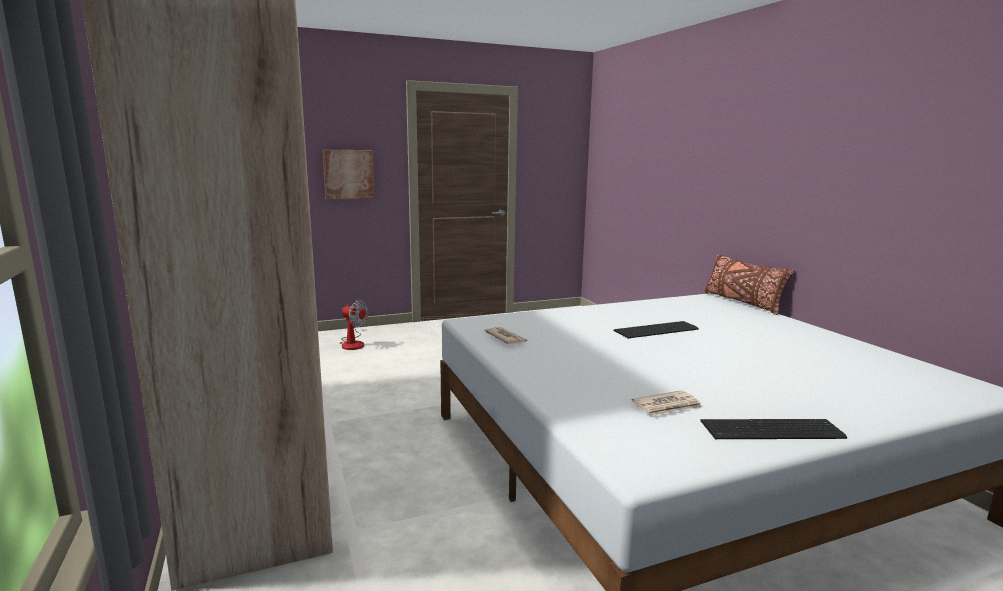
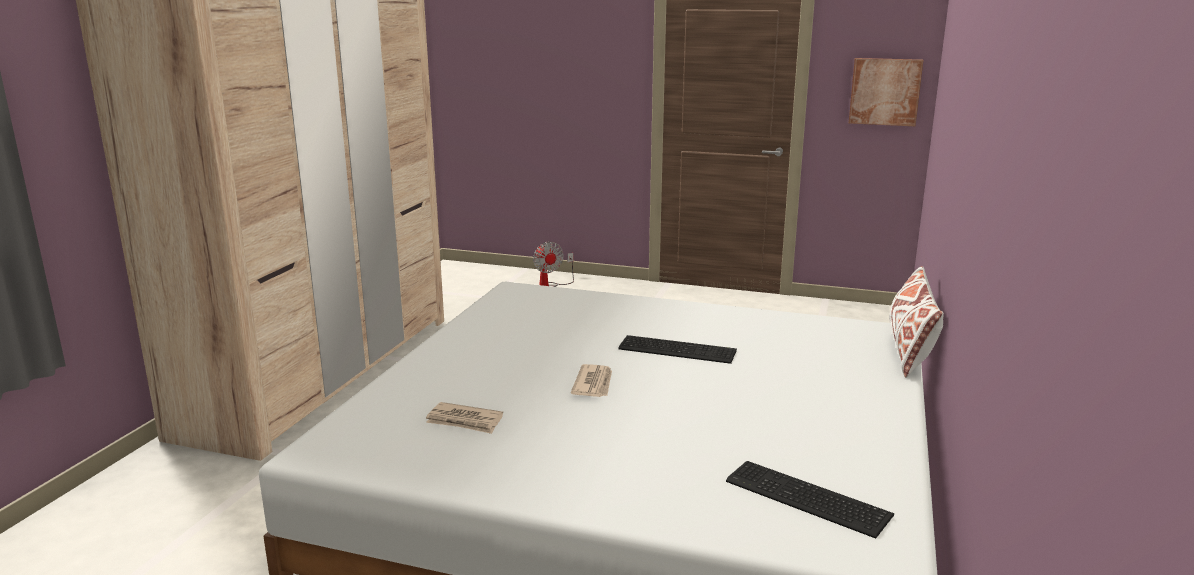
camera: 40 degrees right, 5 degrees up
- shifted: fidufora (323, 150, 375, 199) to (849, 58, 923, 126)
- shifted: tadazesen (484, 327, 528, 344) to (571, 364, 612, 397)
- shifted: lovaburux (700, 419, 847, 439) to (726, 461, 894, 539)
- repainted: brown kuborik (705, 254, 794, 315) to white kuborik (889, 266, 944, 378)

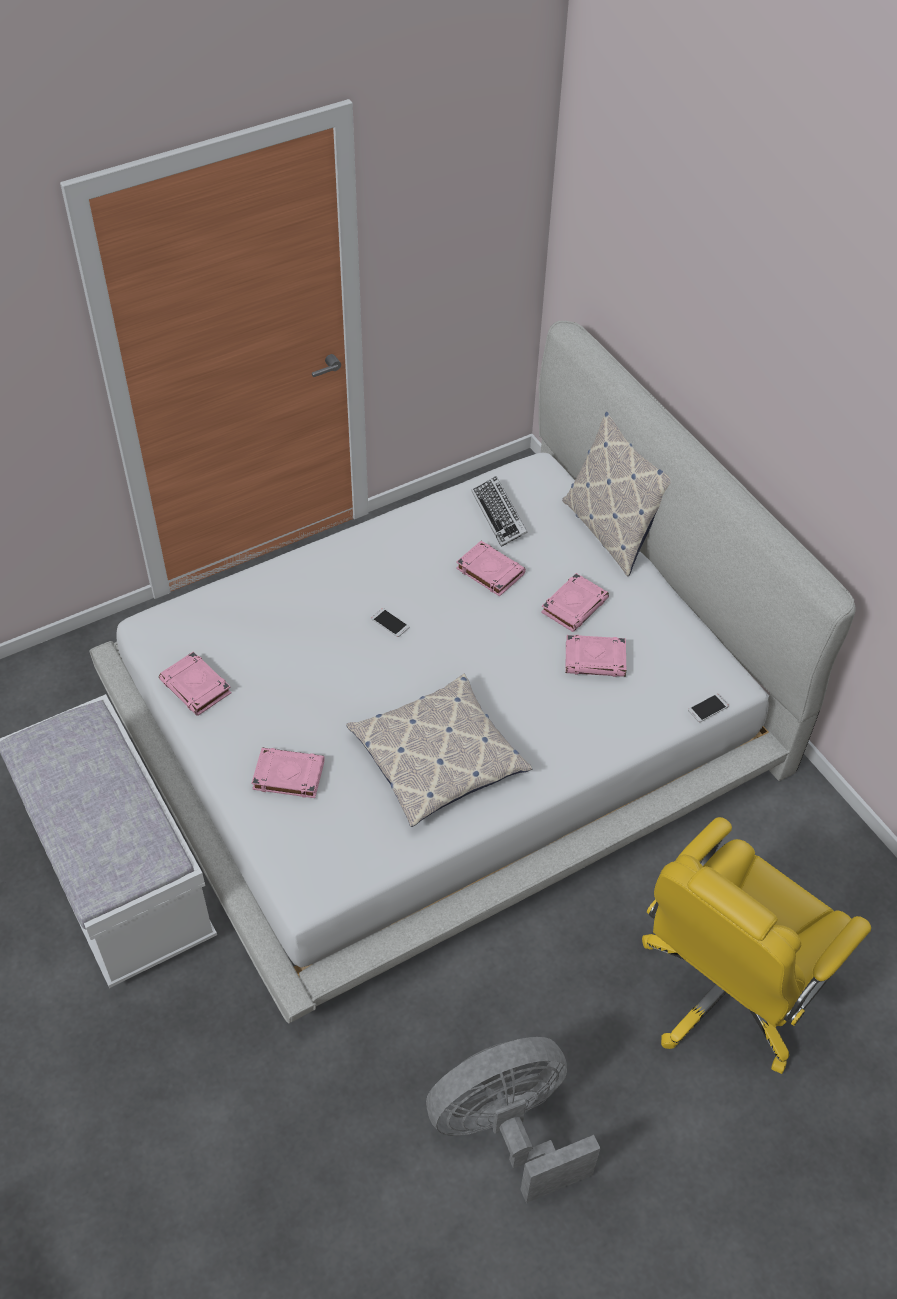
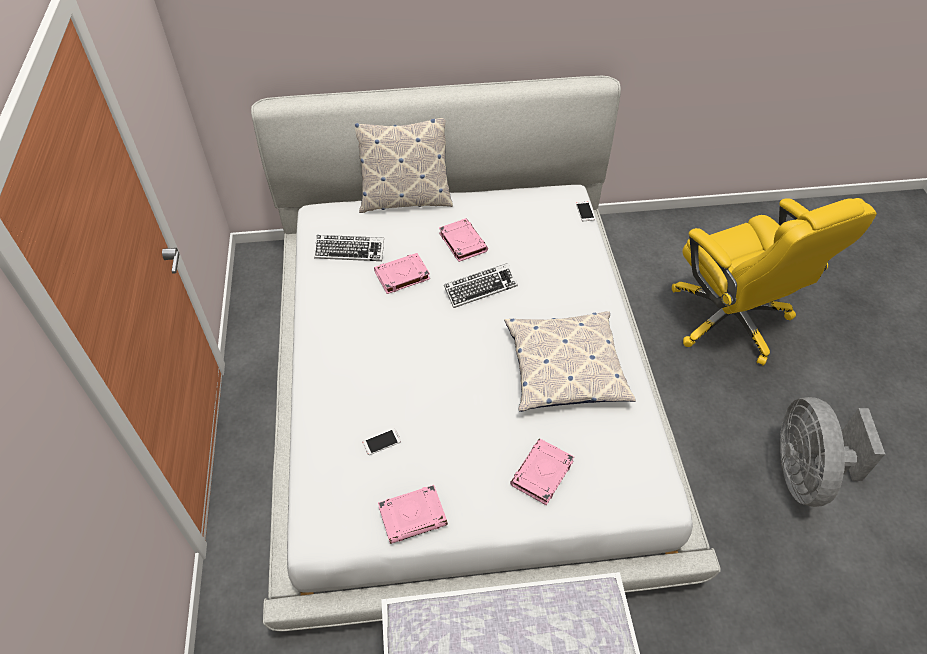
camera: 65 degrees left, 0 degrees up
- shifted: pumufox (371, 608, 409, 637) to (363, 429, 401, 455)
- gone: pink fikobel (565, 635, 626, 677)
- new: lovaburux (444, 263, 518, 308)

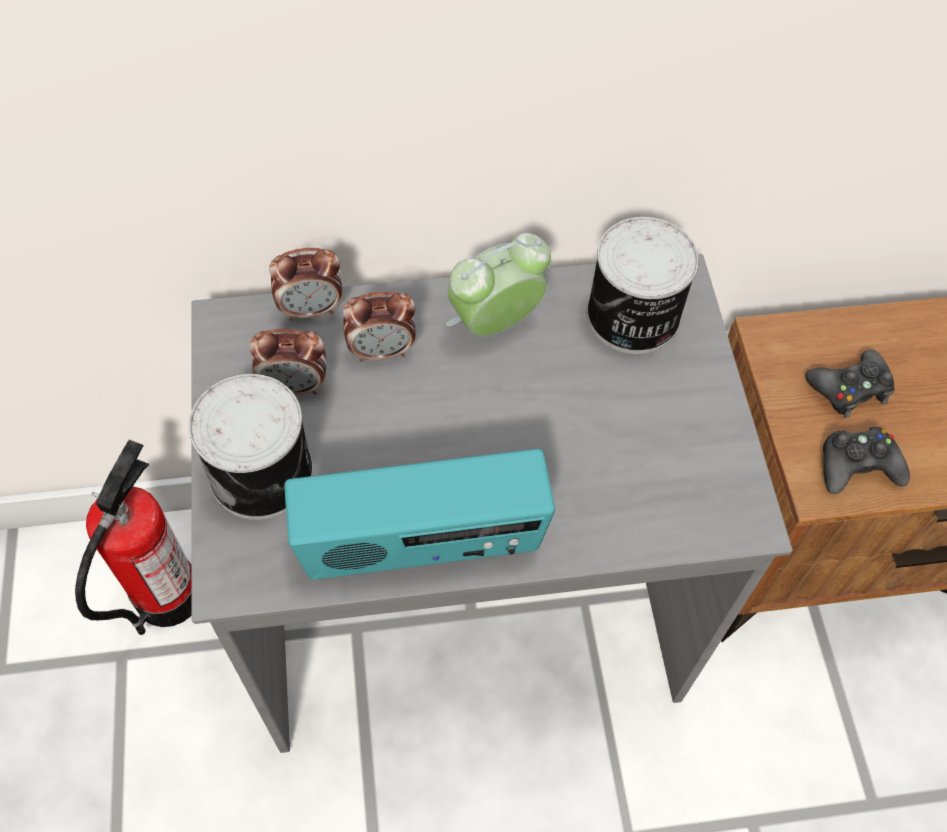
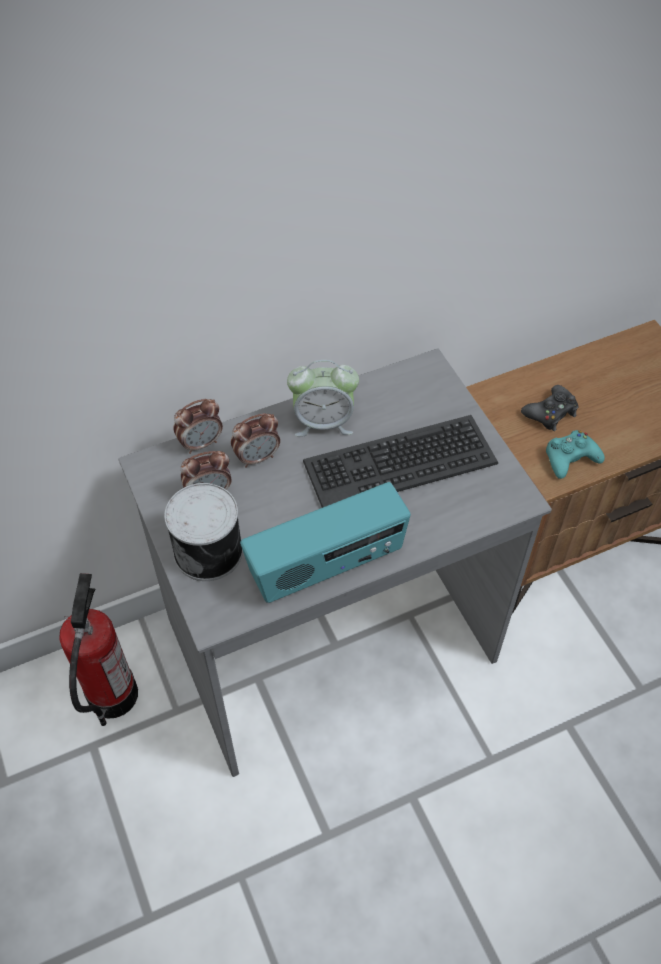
camera: 15 degrees left, 5 degrees down
- rotated: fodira (446, 233, 551, 336) = (287, 360, 359, 436) 135 degrees counterclockwise
- gone: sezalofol (586, 217, 699, 354)
- repainted: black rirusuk (823, 427, 910, 494) to turquoise rirusuk (546, 430, 605, 479)
- new: lovaburux (303, 415, 498, 508)

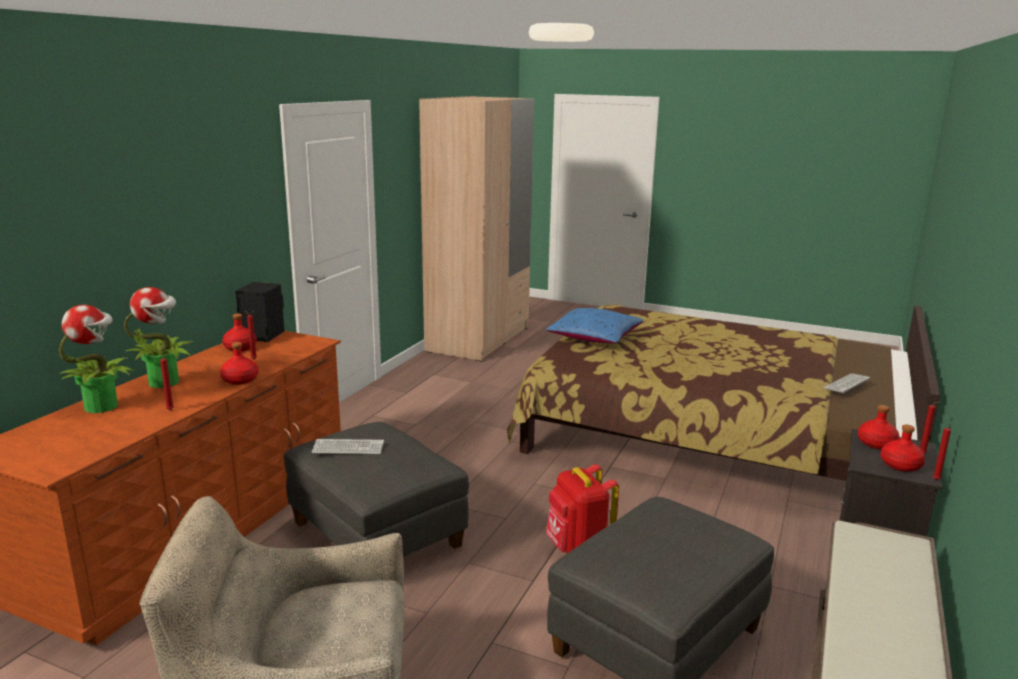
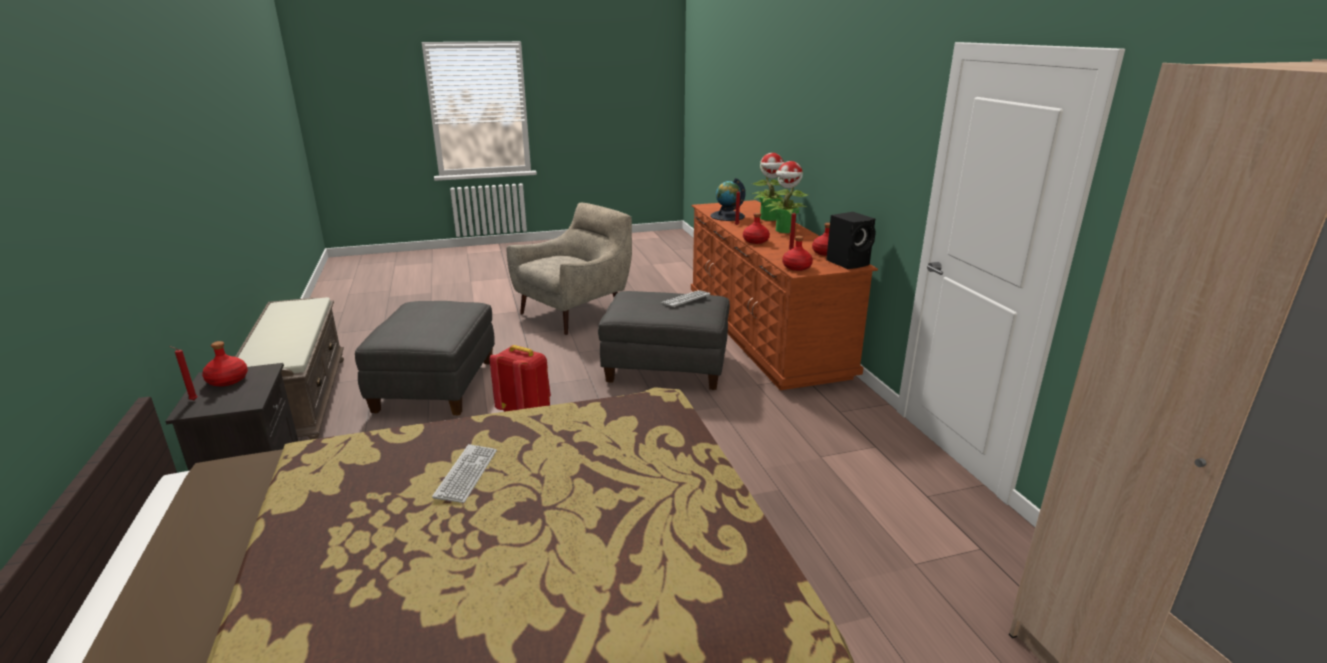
camera: 140 degrees right, 5 degrees up
- gone: blue kuborik (546, 308, 644, 344)
- shifted: lovaburux (823, 373, 870, 393) to (432, 444, 497, 503)
- shifted: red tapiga (858, 405, 900, 449) to (782, 236, 813, 271)
- gone: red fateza (933, 426, 952, 480)
- new: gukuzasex (711, 178, 746, 221)

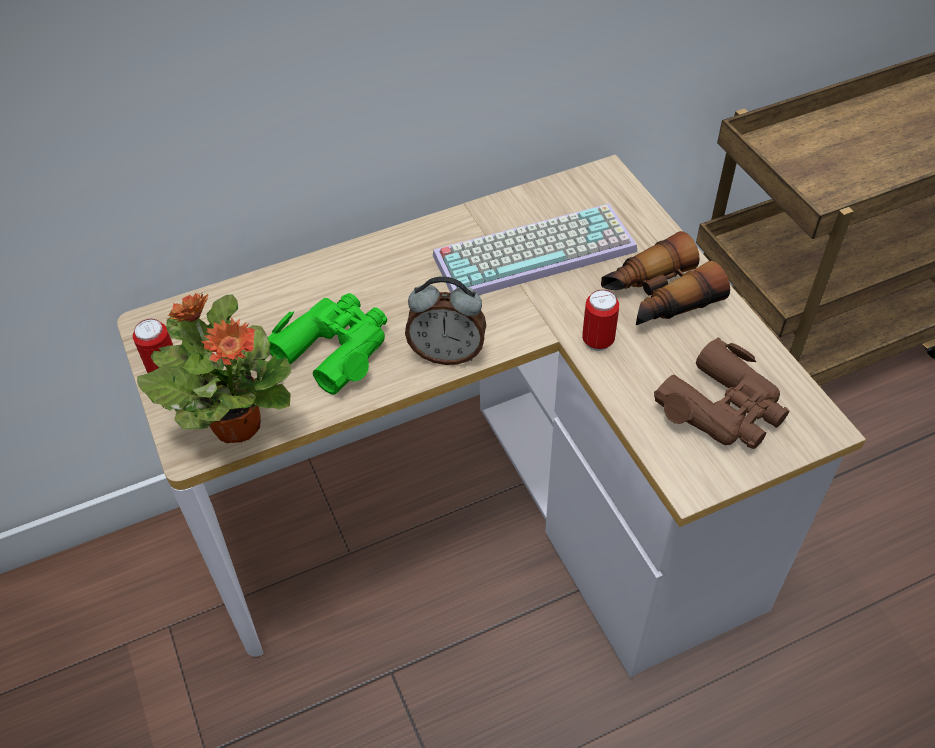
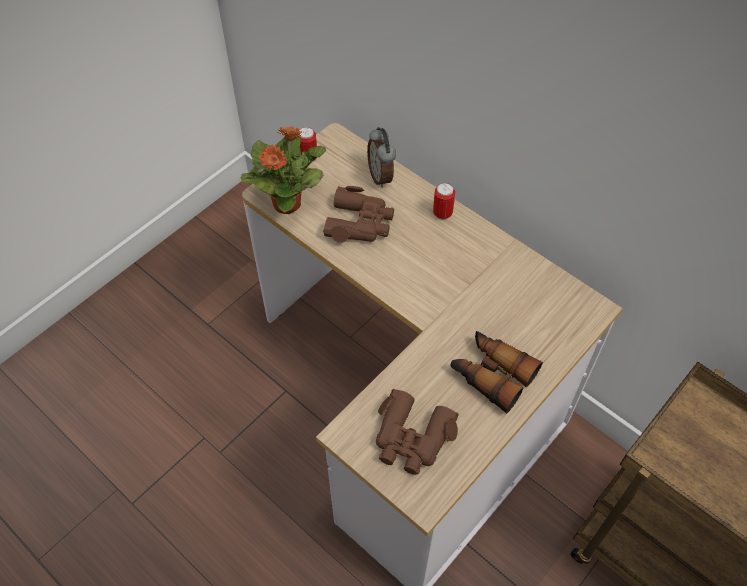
camera: 65 degrees right, 5 degrees up
- repainted: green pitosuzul (268, 293, 387, 395) to brown pitosuzul (323, 186, 394, 243)
- shifted: fodira (405, 276, 486, 365) to (367, 127, 396, 188)
- gone: lovaburux (433, 204, 637, 295)
- shifted: sezalofol (582, 290, 619, 351) to (433, 183, 455, 220)

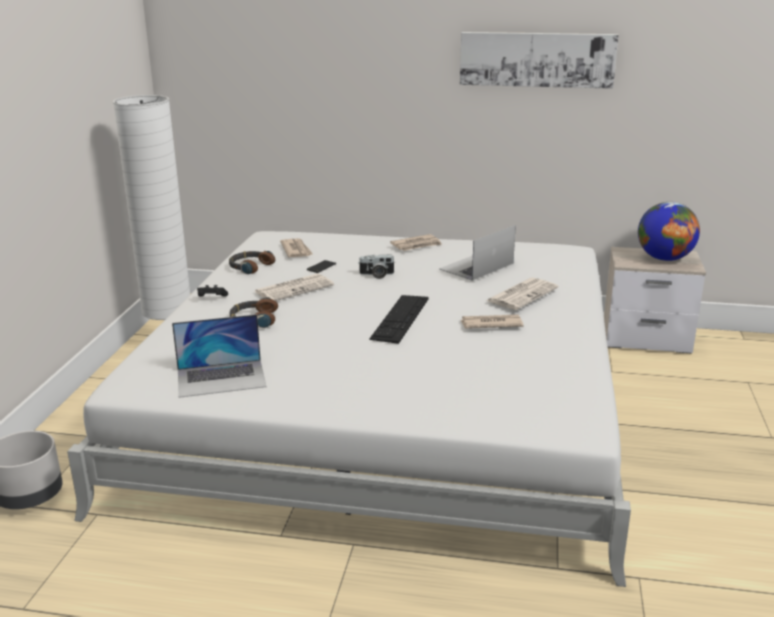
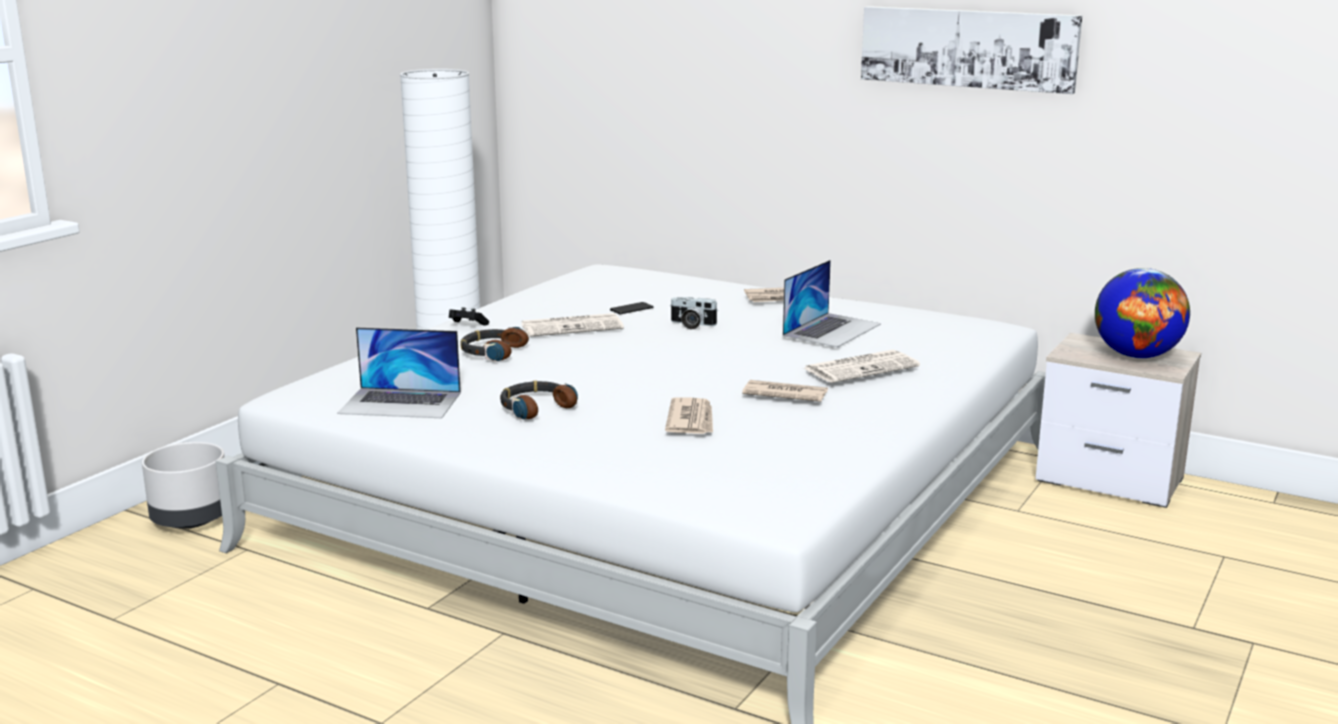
camera: 20 degrees right, 5 degrees down
- shifted: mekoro (229, 251, 275, 274) to (500, 381, 578, 419)
- shifted: tadazesen (280, 239, 313, 257) to (665, 397, 713, 434)
- gone: lovaburux (369, 295, 429, 344)
- rotated: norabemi (439, 225, 516, 281) = (783, 260, 881, 348) 150 degrees clockwise

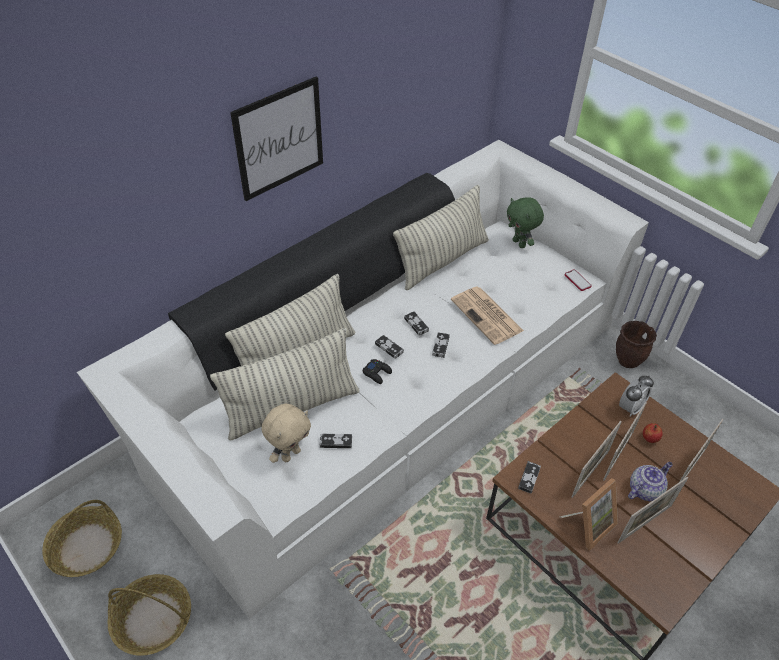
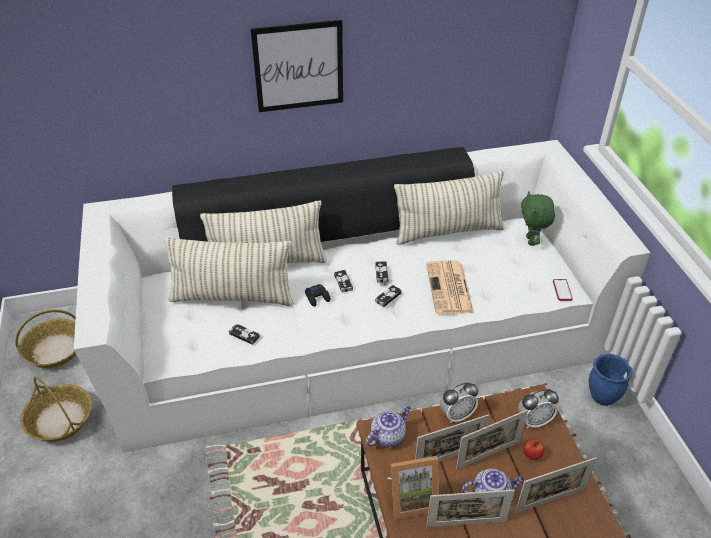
camera: 30 degrees right, 5 degrees down
- gone: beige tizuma (262, 404, 311, 463)
- swapped: rirusuk (518, 461, 541, 494) to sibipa (366, 406, 411, 447)
- repainted: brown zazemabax (616, 321, 657, 368) to blue zazemabax (589, 354, 633, 406)
- new: fodira (440, 382, 478, 423)

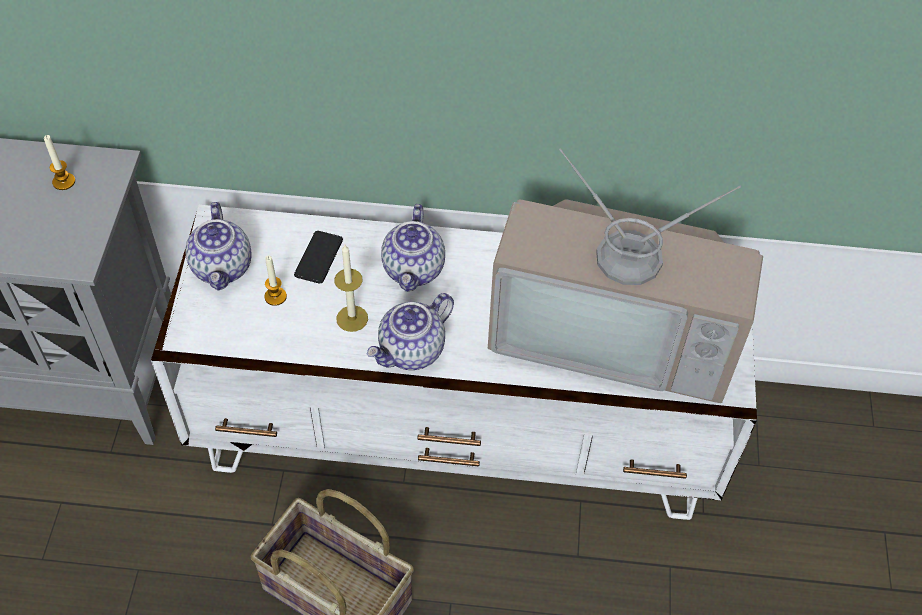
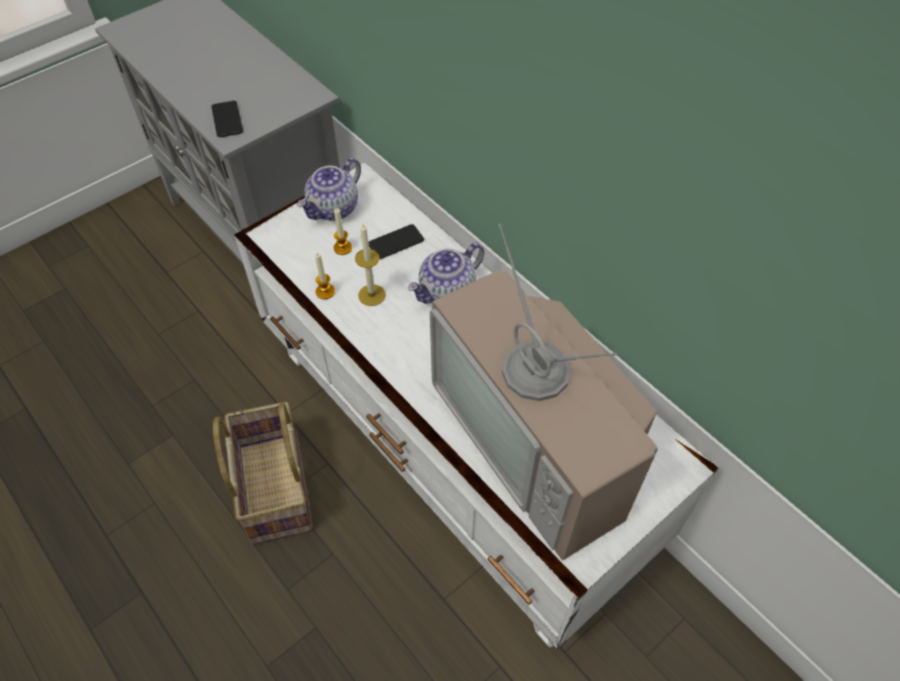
camera: 45 degrees right, 0 degrees up
- shifted: fateza (44, 135, 75, 190) to (315, 253, 335, 299)
- gone: sibipa (367, 293, 454, 370)
- new: pumufox (211, 101, 243, 137)

